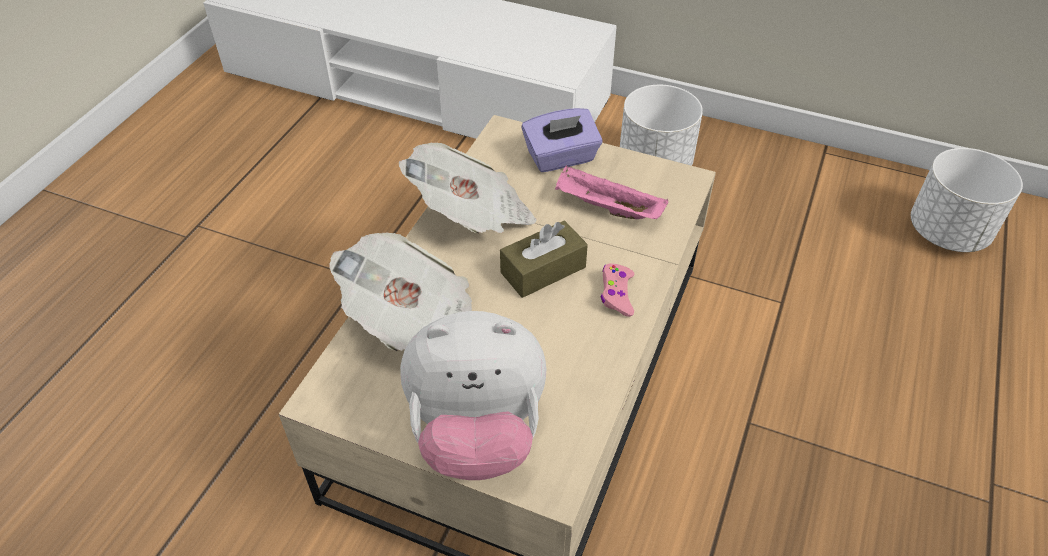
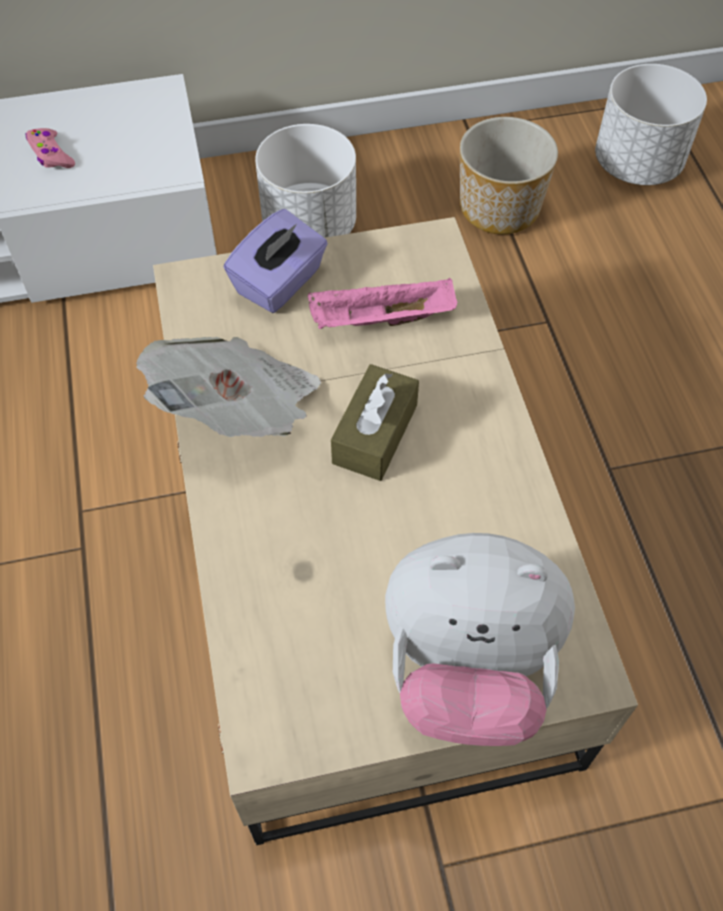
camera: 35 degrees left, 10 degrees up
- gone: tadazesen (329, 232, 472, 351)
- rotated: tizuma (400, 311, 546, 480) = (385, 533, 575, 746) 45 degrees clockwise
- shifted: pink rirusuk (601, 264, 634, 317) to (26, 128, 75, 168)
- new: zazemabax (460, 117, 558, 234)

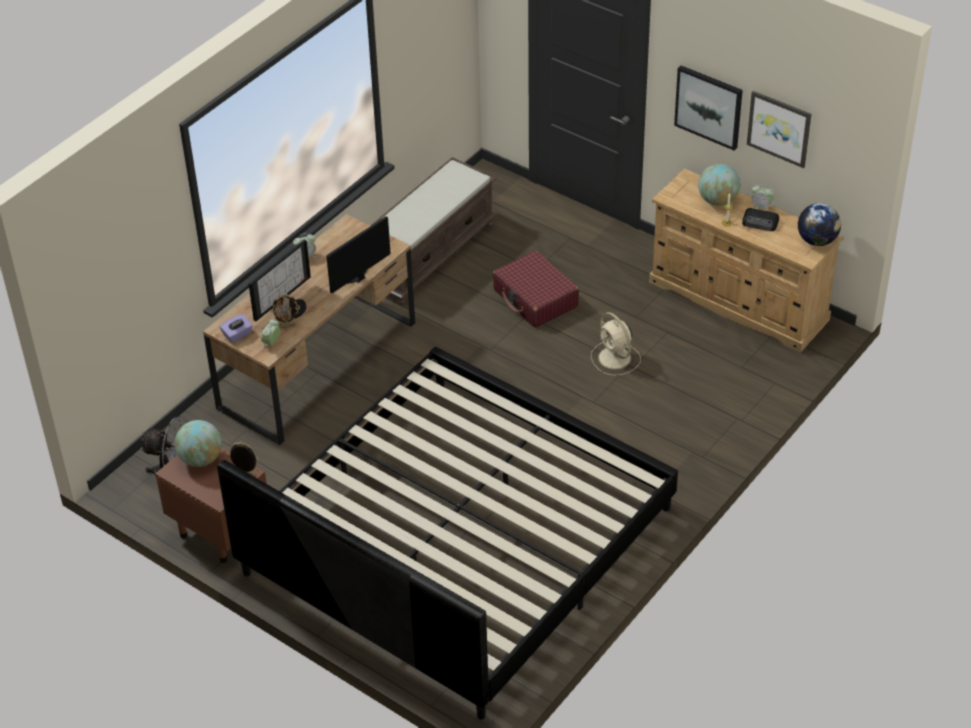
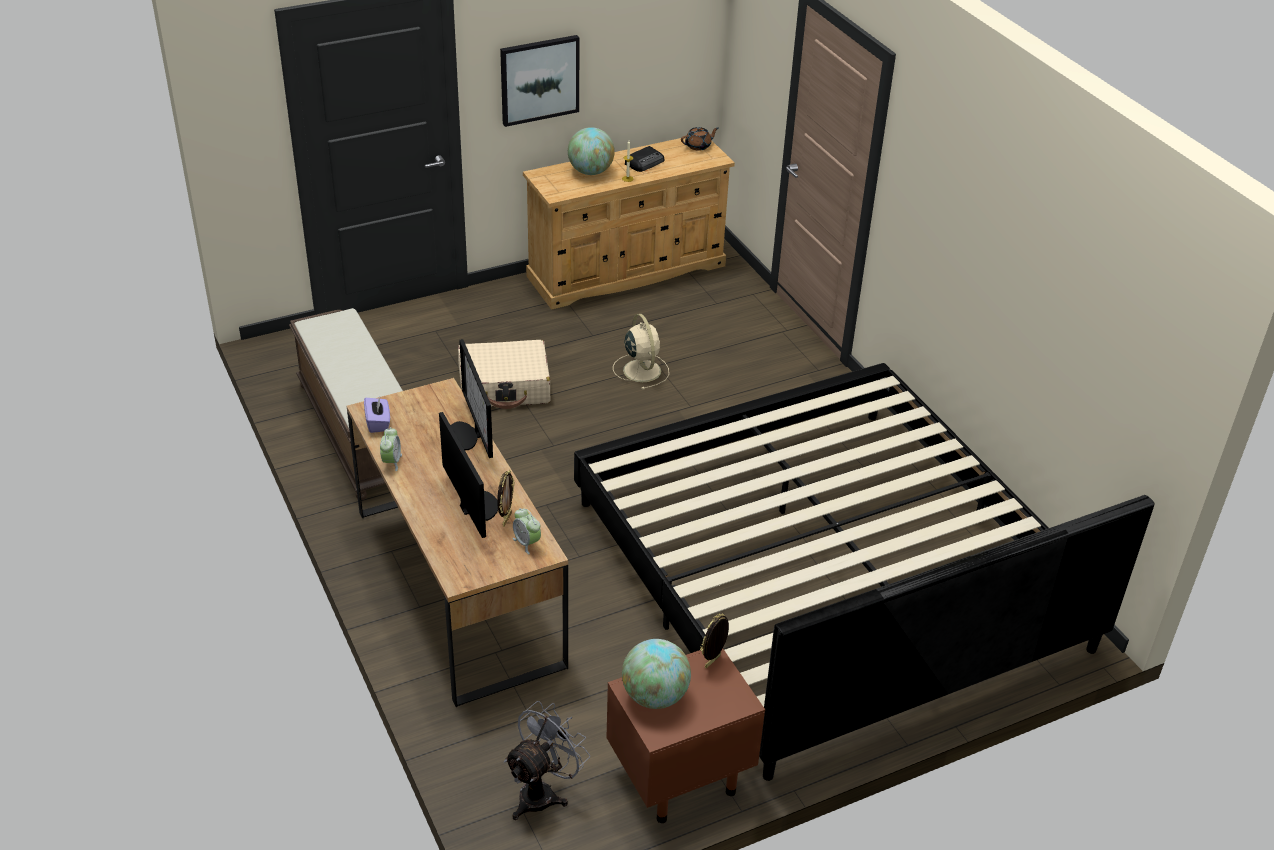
camera: 65 degrees left, 5 degrees down
- shifted: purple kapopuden (220, 314, 252, 343) to (364, 397, 390, 433)
- repainted: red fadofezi (493, 250, 579, 328) to beige fadofezi (458, 340, 550, 409)
- rotated: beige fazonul (591, 312, 641, 376) = (613, 314, 669, 390) 105 degrees counterclockwise
- gone: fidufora (747, 91, 811, 168)
- gone: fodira (751, 184, 774, 211)
- swapped: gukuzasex (798, 203, 841, 246) to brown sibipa (681, 127, 718, 151)

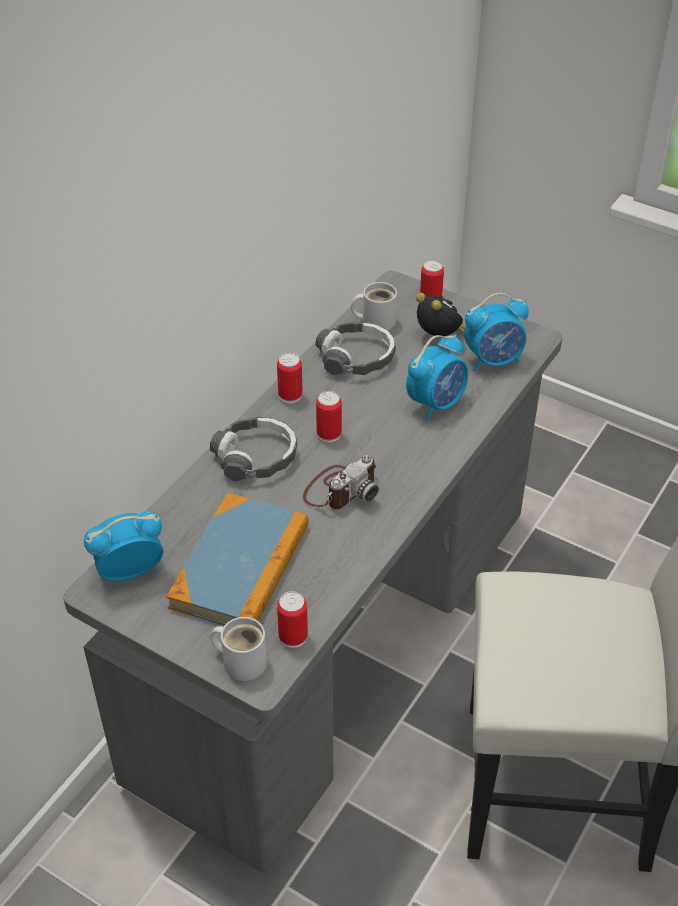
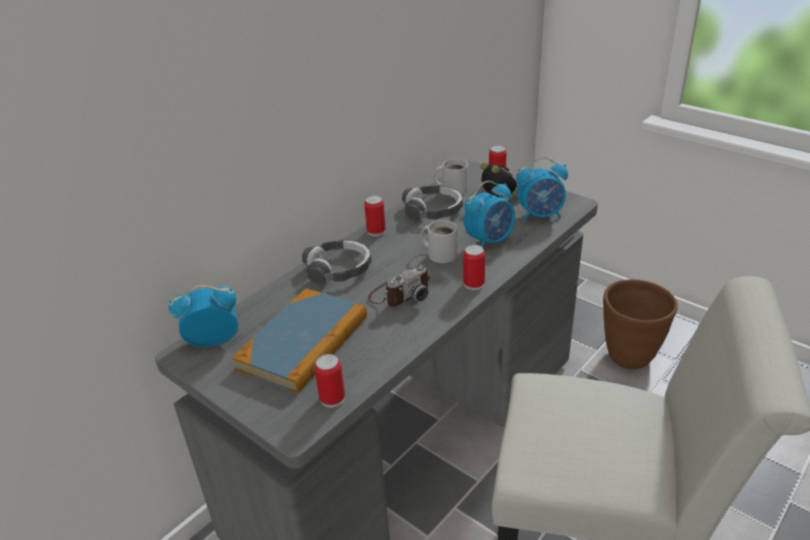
camera: 10 degrees right, 10 degrees down
- shifted: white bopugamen (210, 617, 267, 681) to (421, 220, 457, 263)
- shifted: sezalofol (316, 391, 342, 442) to (463, 245, 485, 290)
- new: brown zazemabax (603, 279, 678, 370)

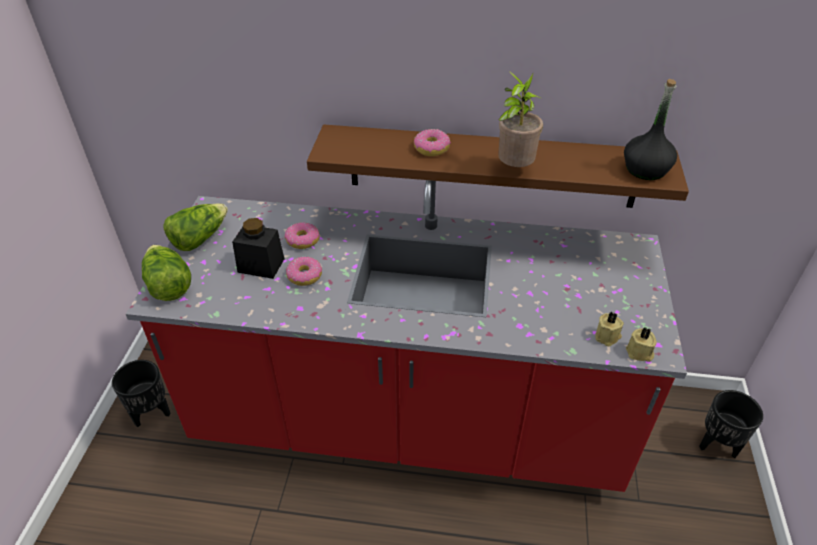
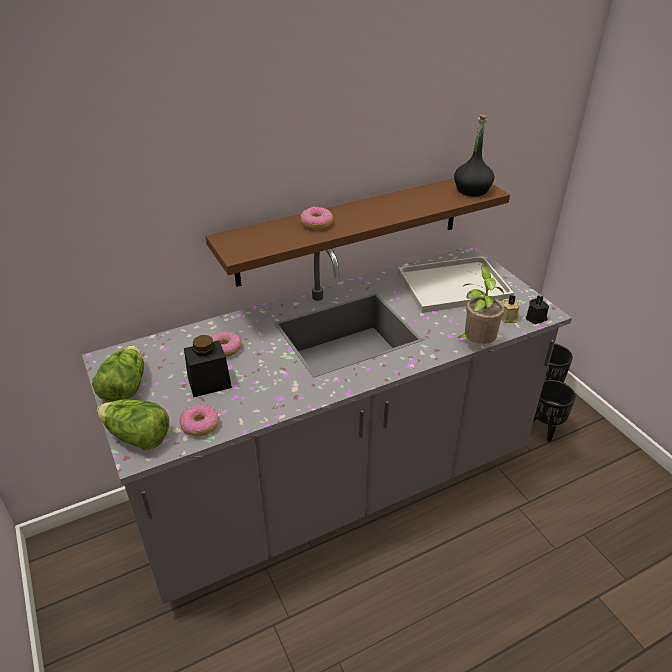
camera: 35 degrees left, 5 degrees down
- shifted: black zazemabax (112, 360, 170, 427) to (533, 380, 576, 441)
- repainted: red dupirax (126, 180, 687, 492) to grey dupirax (82, 245, 572, 605)
- shifted: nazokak (286, 256, 322, 286) to (179, 404, 219, 436)
- shifted: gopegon (498, 71, 543, 167) to (457, 265, 504, 344)
- repainted: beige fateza (626, 327, 657, 362) to black fateza (526, 295, 549, 324)
- new: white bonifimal (398, 256, 514, 313)

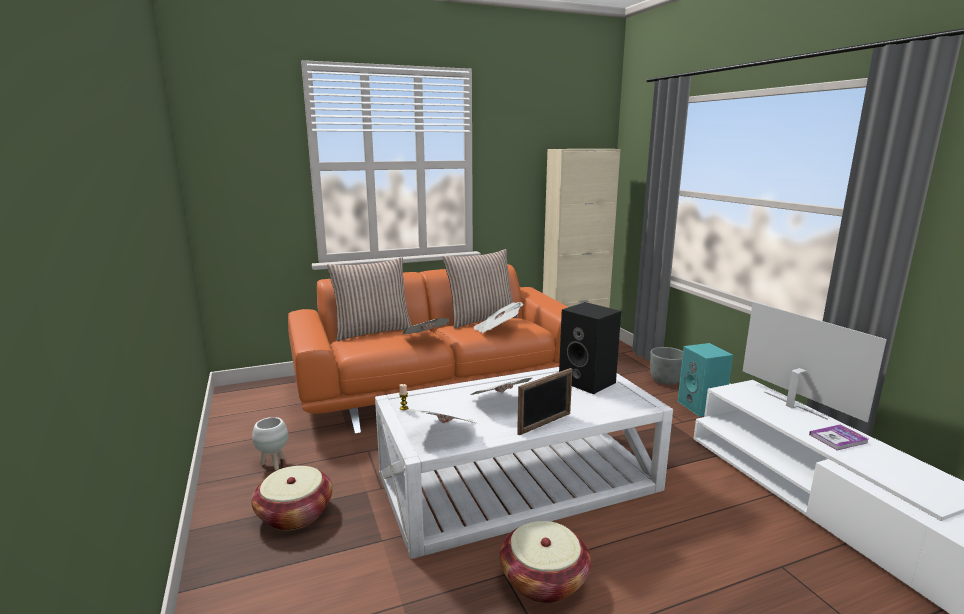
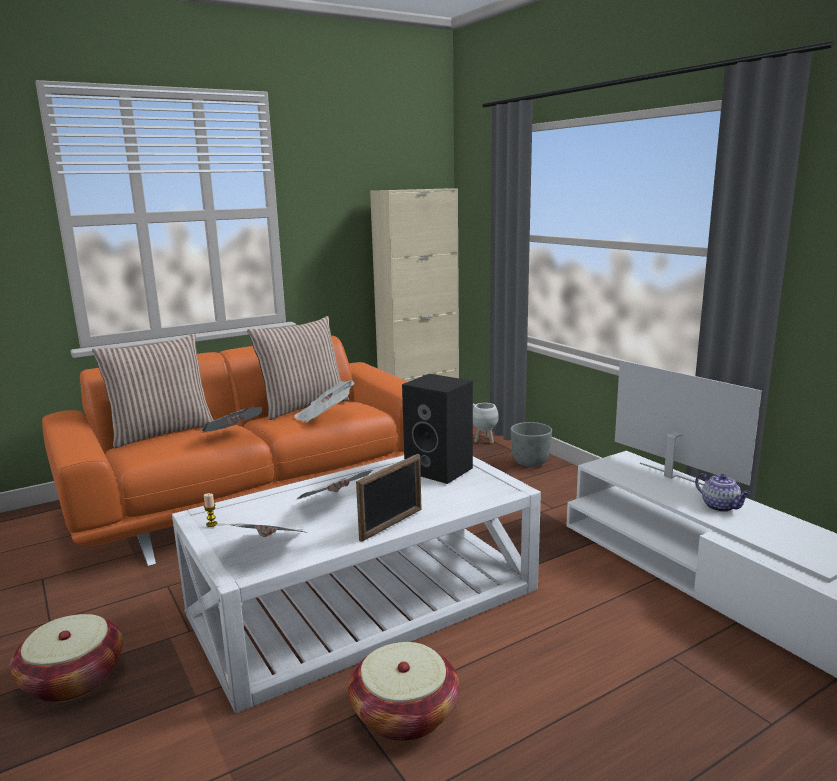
camera: 10 degrees left, 0 degrees up
- shifted: white zazemabax (252, 417, 288, 470) to (473, 403, 499, 444)
- gone: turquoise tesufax (677, 343, 733, 417)
- swapped: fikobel (809, 425, 868, 450) to sibipa (695, 473, 751, 512)

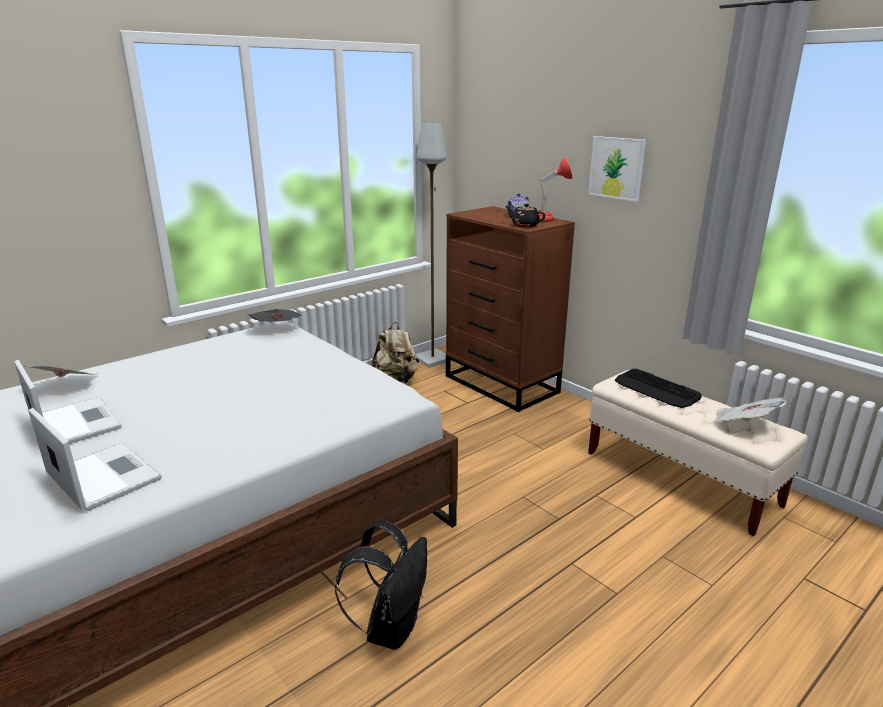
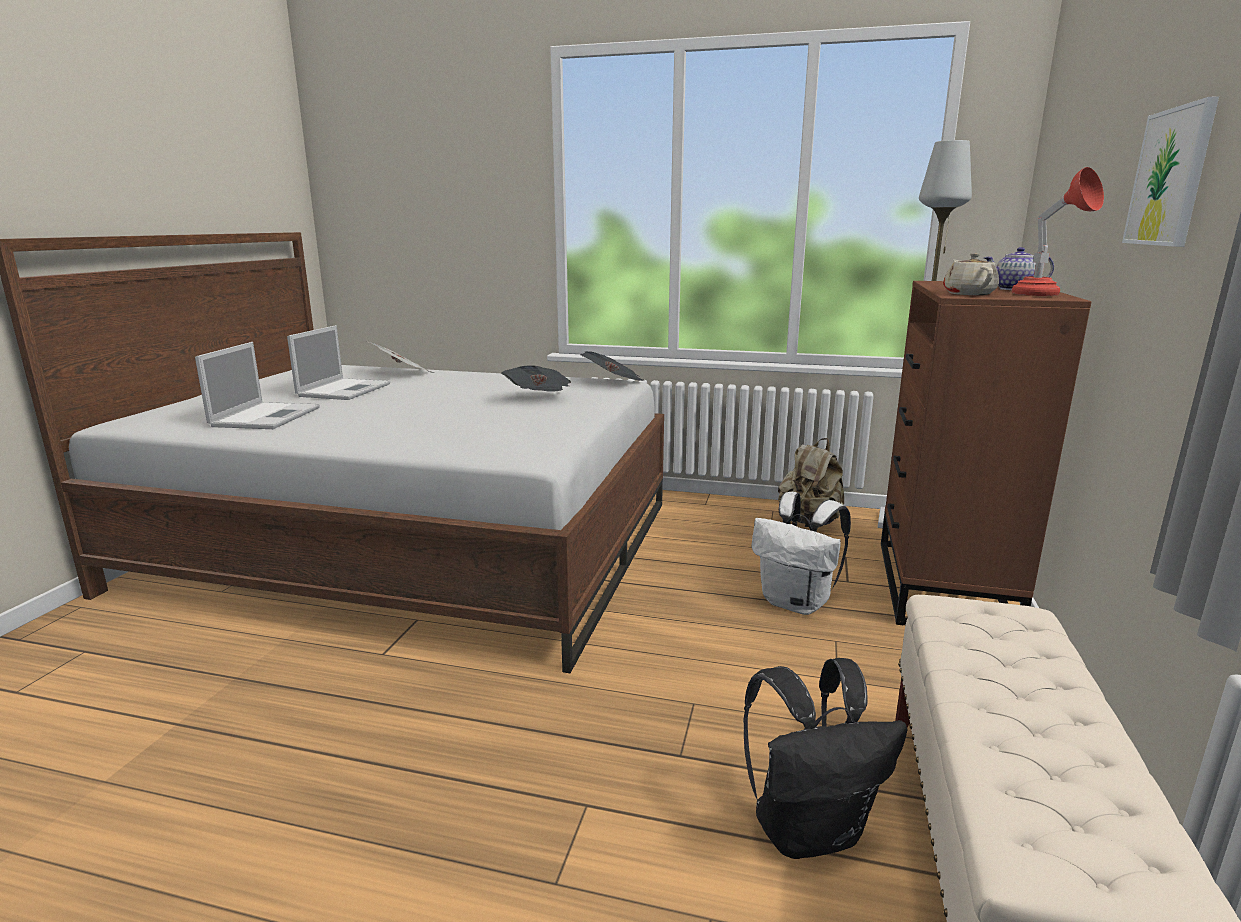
camera: 55 degrees right, 5 degrees down
- shifted: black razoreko (335, 520, 427, 650) to (743, 658, 908, 859)
- repainted: black sibipa (506, 204, 545, 227) to beige sibipa (943, 253, 999, 295)
- gone: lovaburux (615, 369, 702, 408)
- shifted: tadazesen (714, 398, 787, 422) to (501, 365, 571, 392)
- new: white razoreko (751, 492, 851, 615)

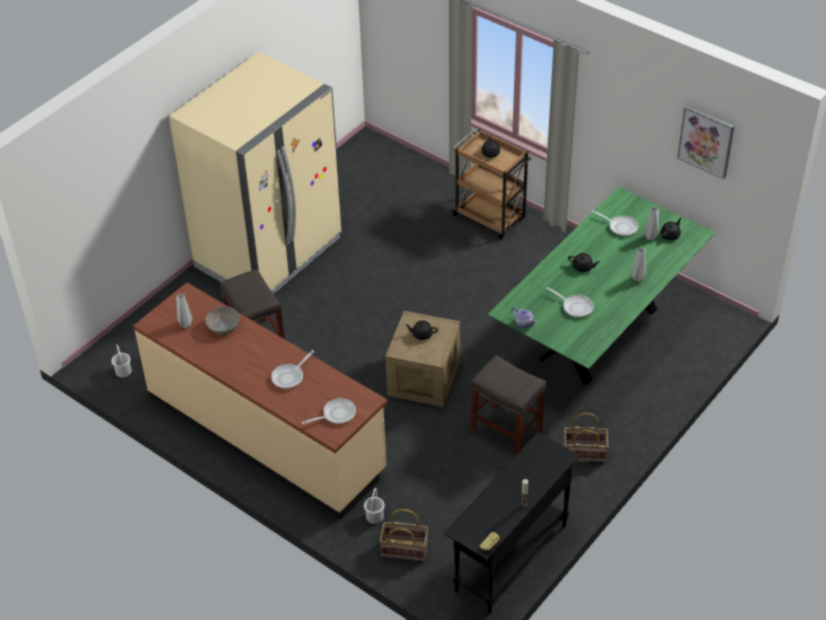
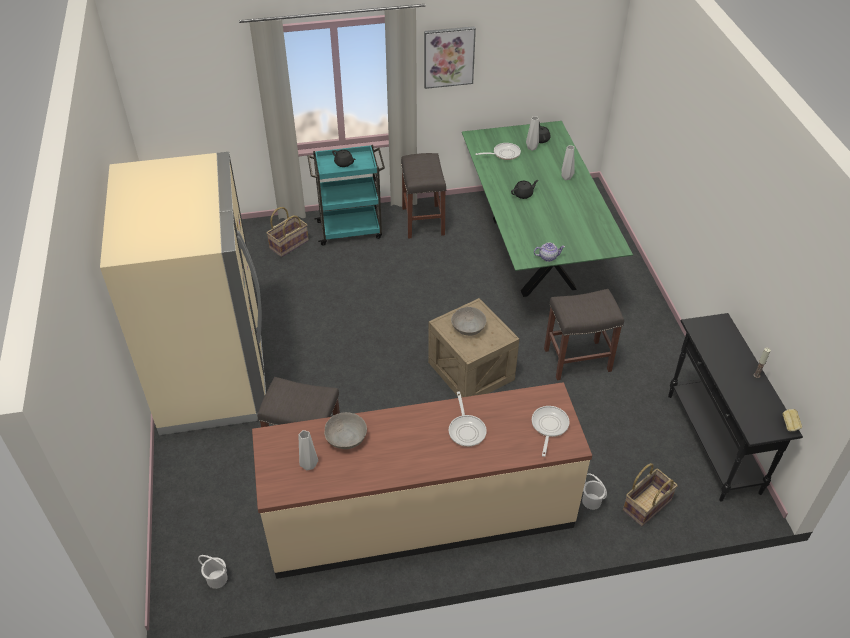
camera: 50 degrees left, 0 degrees up
- swapped: black sibipa (405, 321, 438, 340) to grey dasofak (451, 307, 486, 336)
- repainted: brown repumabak (451, 129, 532, 239) to turquoise repumabak (307, 145, 385, 246)
- gone: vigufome (546, 287, 594, 317)
- shifted: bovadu (564, 413, 608, 462) to (266, 207, 309, 257)
- shifted: fidufora (677, 105, 734, 179) to (424, 26, 476, 89)
- new: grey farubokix (401, 153, 447, 239)

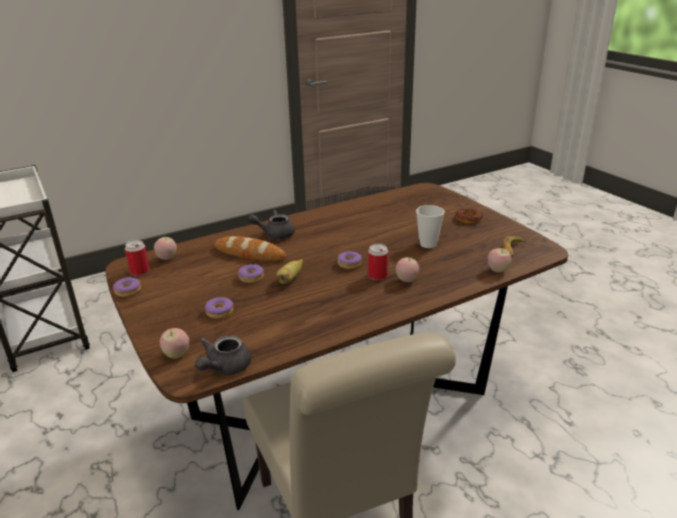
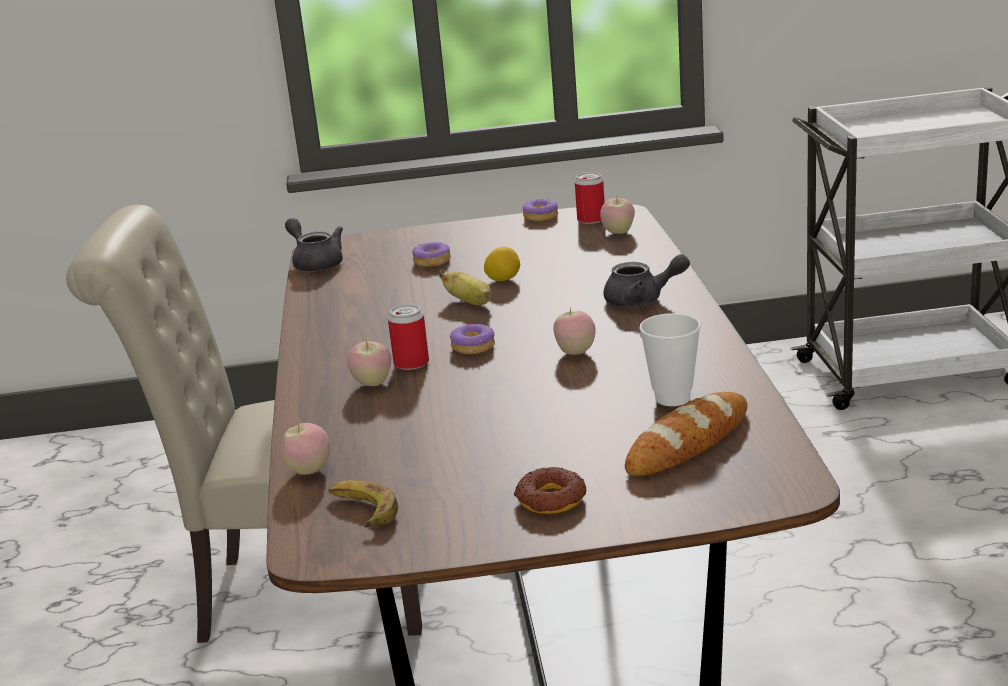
camera: 115 degrees right, 5 degrees down
- shifted: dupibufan (160, 328, 189, 359) to (553, 308, 596, 355)
- shifted: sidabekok (214, 236, 286, 261) to (625, 392, 747, 476)
- swapped: nazokak (237, 264, 264, 283) to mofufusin (484, 247, 520, 281)
- rotated: grey sibipa (248, 210, 295, 239) = (603, 254, 690, 307) 75 degrees clockwise
- shifted: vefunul (416, 205, 445, 248) to (639, 313, 701, 406)

